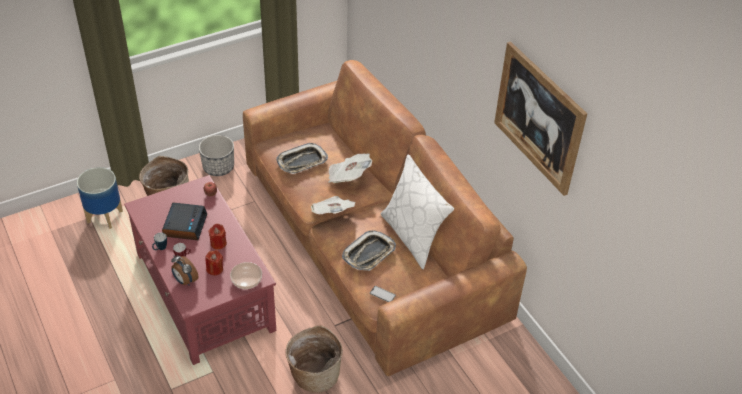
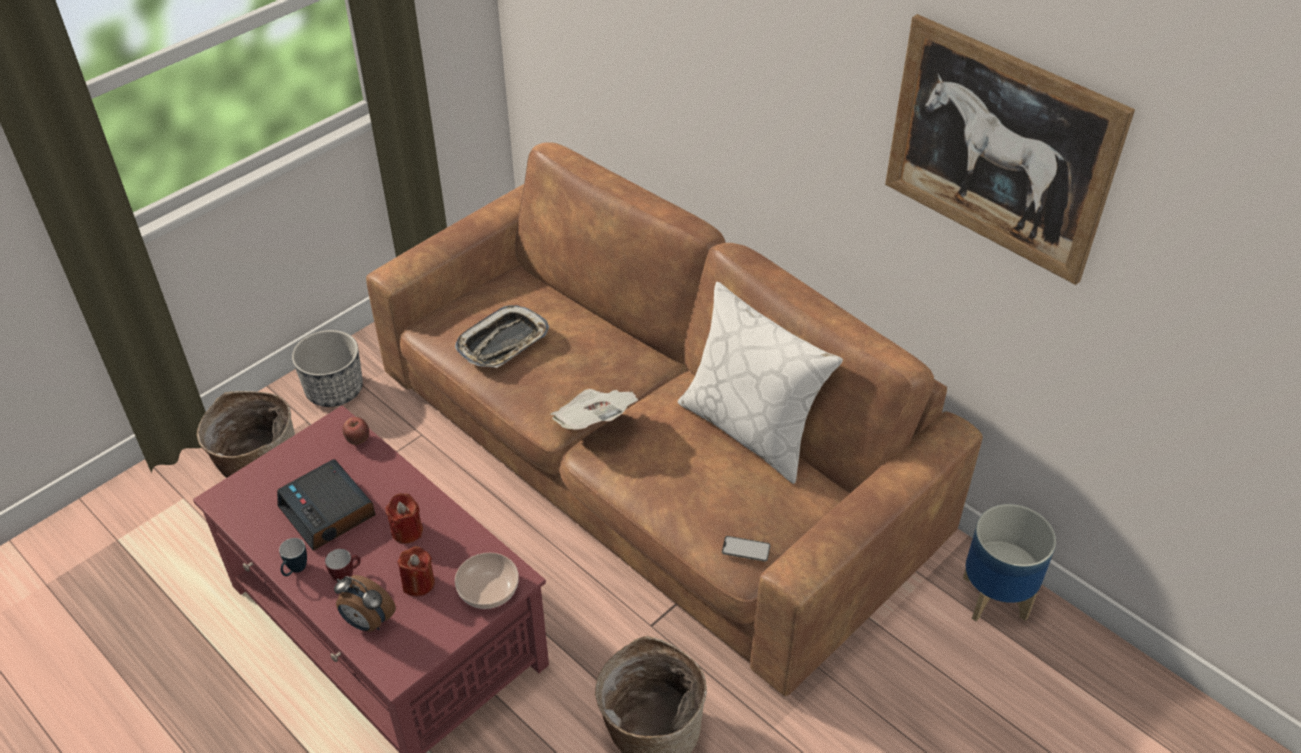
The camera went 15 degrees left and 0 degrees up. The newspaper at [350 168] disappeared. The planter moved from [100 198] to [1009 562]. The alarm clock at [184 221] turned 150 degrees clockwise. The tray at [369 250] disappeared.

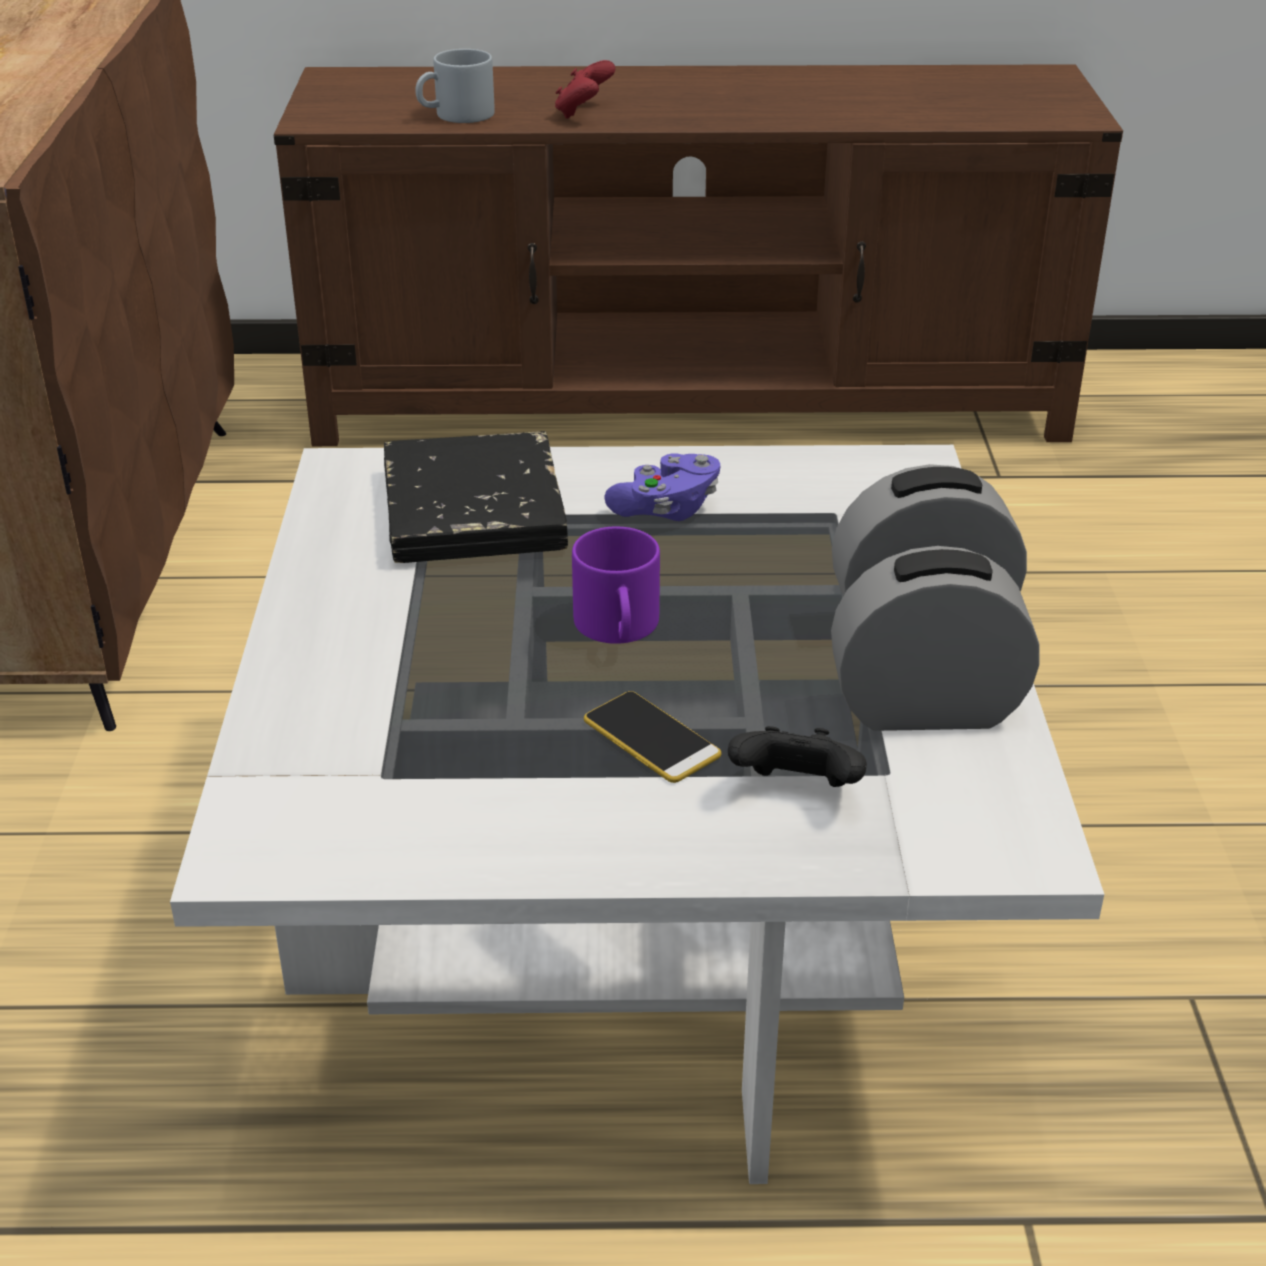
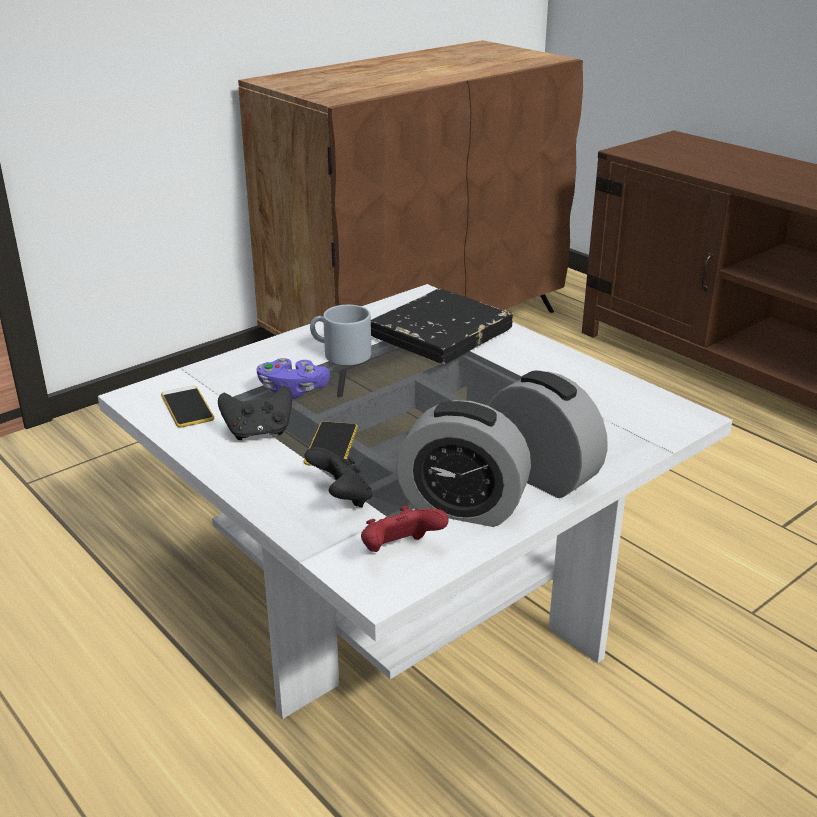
The camera went 50 degrees right and 5 degrees down. The grey mug moved from [455 86] to [340 335]. The red game controller moved from [585 89] to [405 529]. The purple game controller moved from [662 487] to [293 378]. The purple mug at [616 585] disappeared. The alarm clock at [935 638] turned 150 degrees clockwise. The phone at [187 407] appeared. The black game controller at [255 413] appeared.

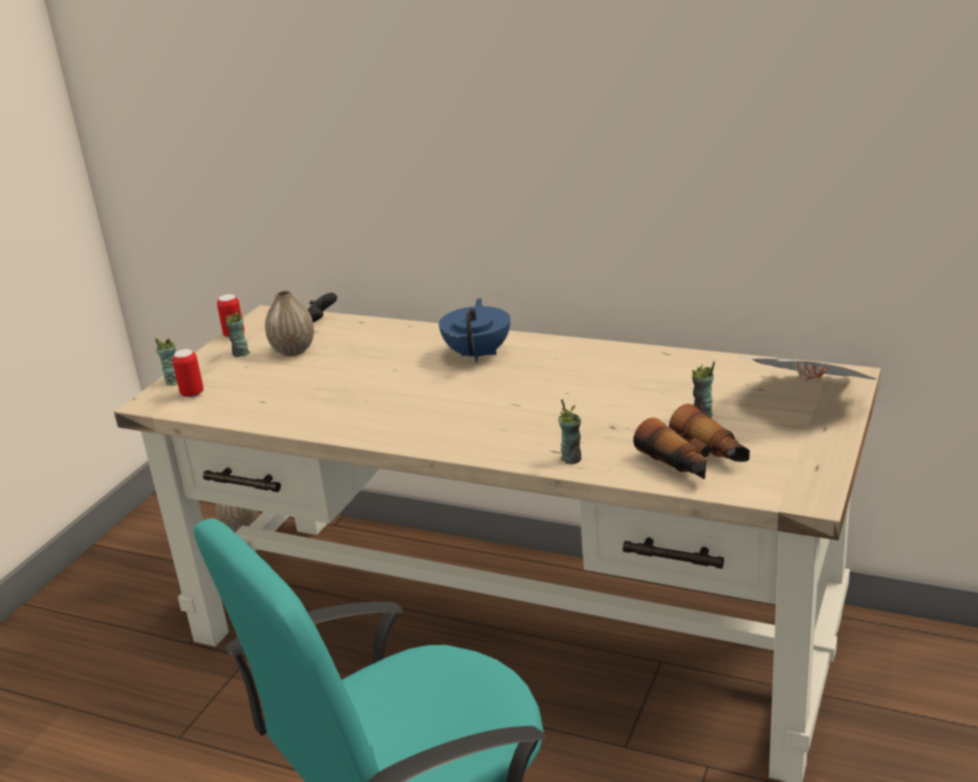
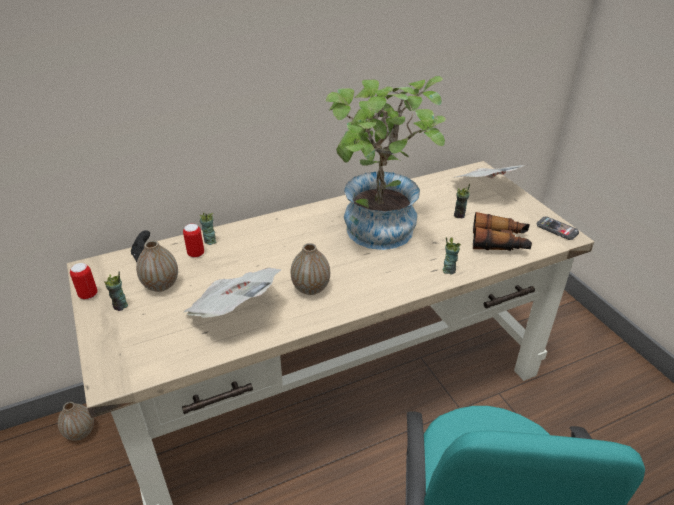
The camera went 50 degrees left and 10 degrees up. The blue teapot at [474 330] disappeared. The cup moved from [166 362] to [208 228]. The can moved from [188 373] to [193 241]. The potted plant at [386 163] appeared. The phone at [557 228] appeared. The vase at [310 269] appeared. The newspaper at [232 293] appeared.

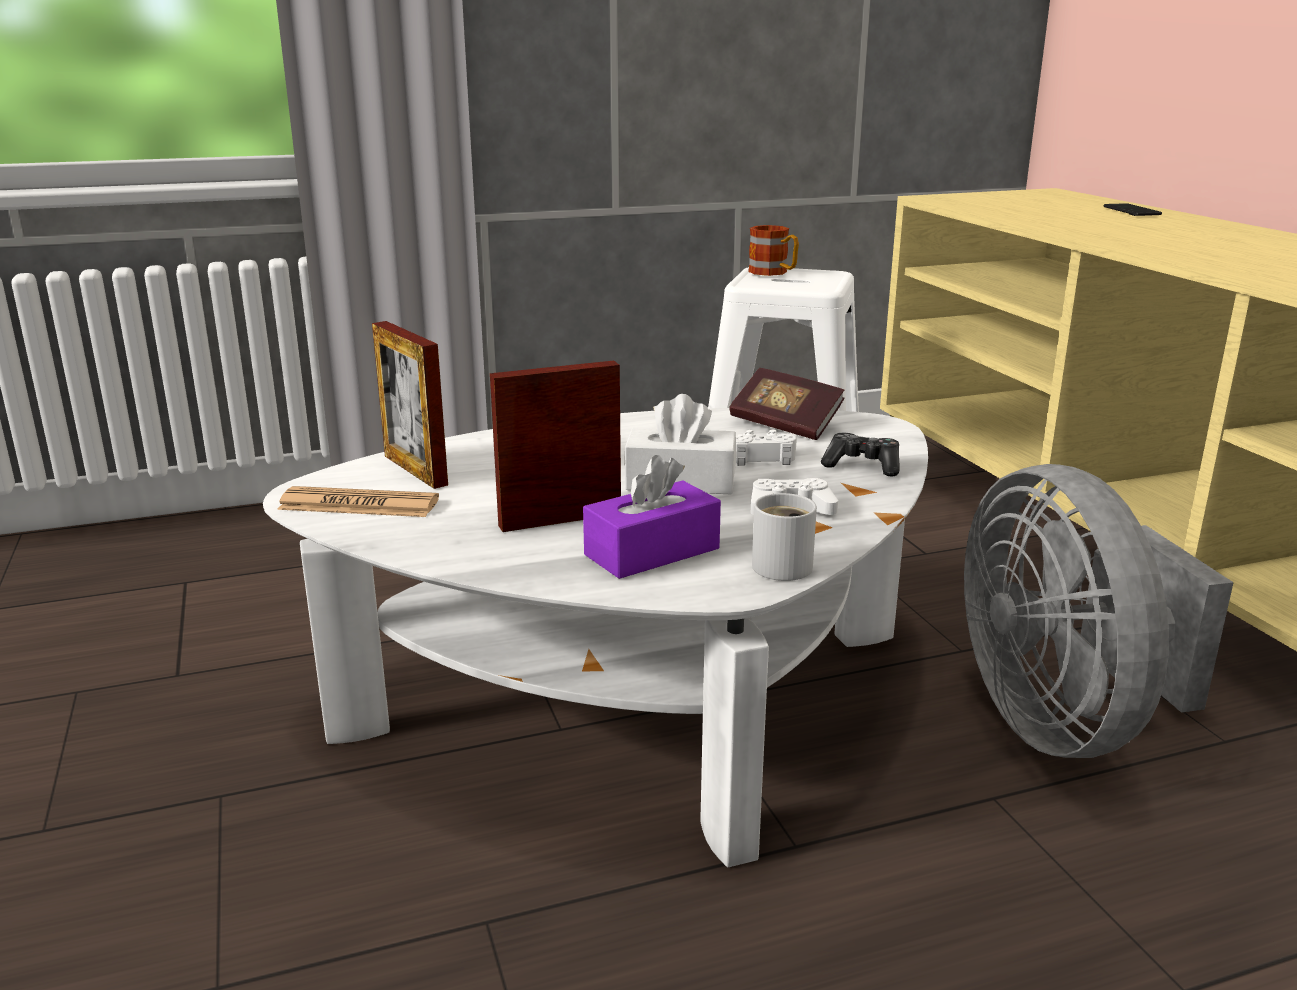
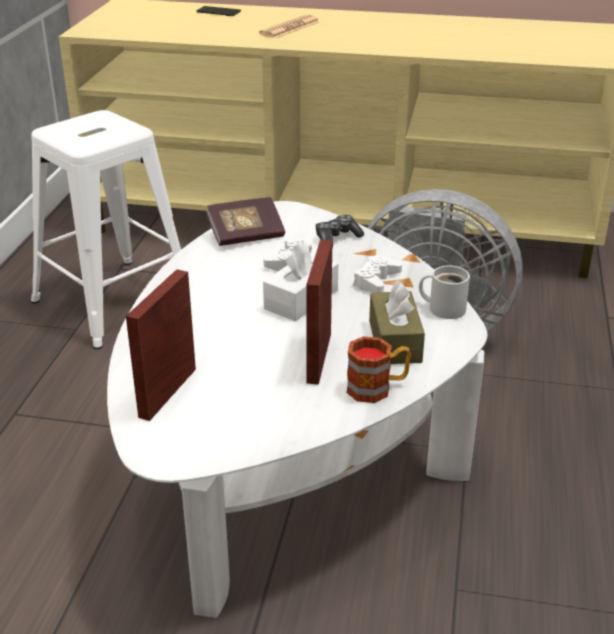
The camera went 60 degrees left and 10 degrees up. The mug moved from [773 250] to [378 369]. The picture frame at [410 405] turned 120 degrees clockwise. The purple tissue box at [652 517] became the brown tissue box at [397 322]. The newspaper moved from [358 501] to [289 26].

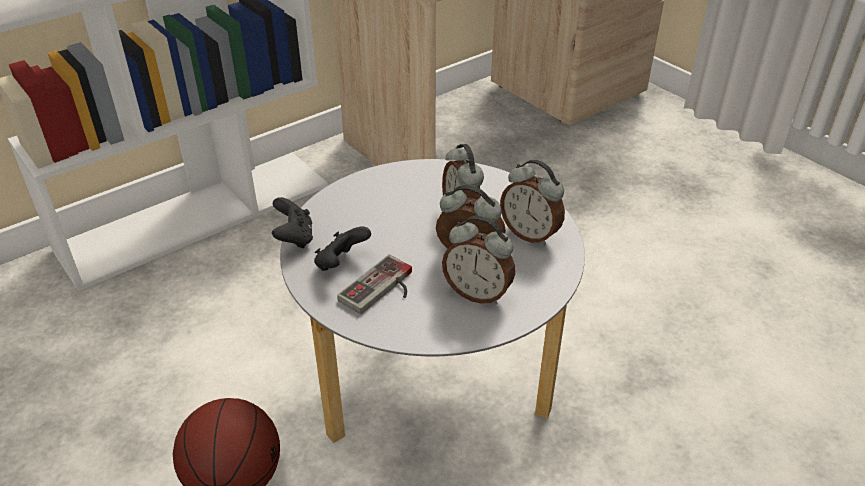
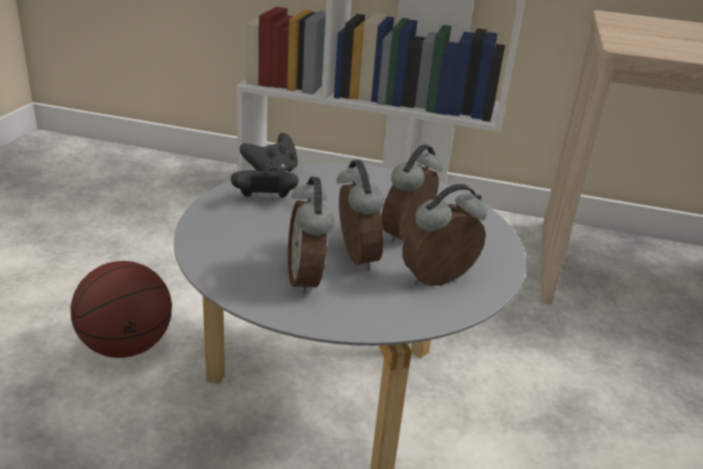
The camera went 50 degrees right and 10 degrees down. The alarm clock at [532 202] turned 60 degrees clockwise. The game controller at [374 284] disappeared.

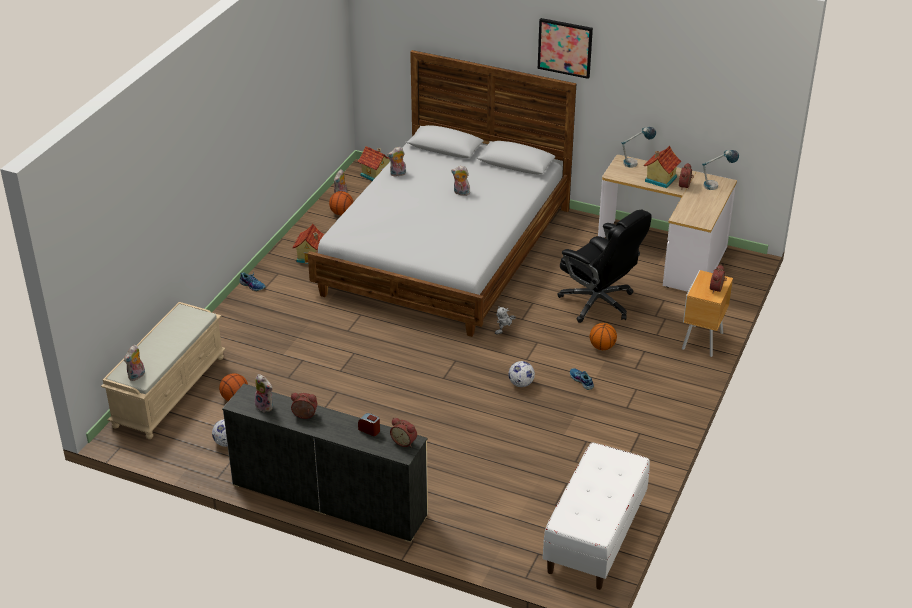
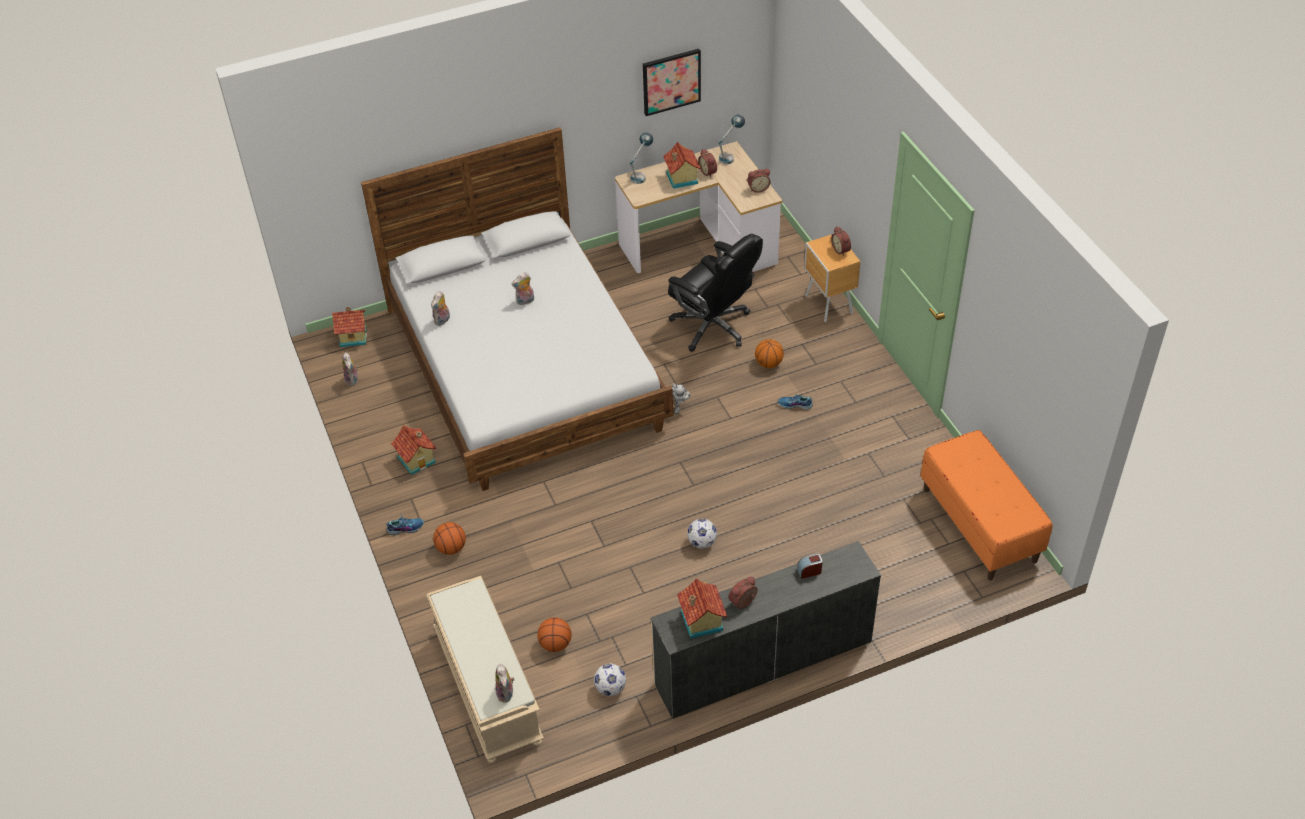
The camera went 45 degrees left and 10 degrees up. The picture moved from [565 48] to [672 82]. The basketball moved from [341 203] to [449 538]. The black office chair at [604 266] turned 45 degrees clockwise. The football moved from [521 374] to [702 534]. The plush toy at [264 393] was replaced by the toy house at [702 608]. The alarm clock moved from [403 432] to [758 181]. The white bench at [596 516] became the orange bench at [987 505].

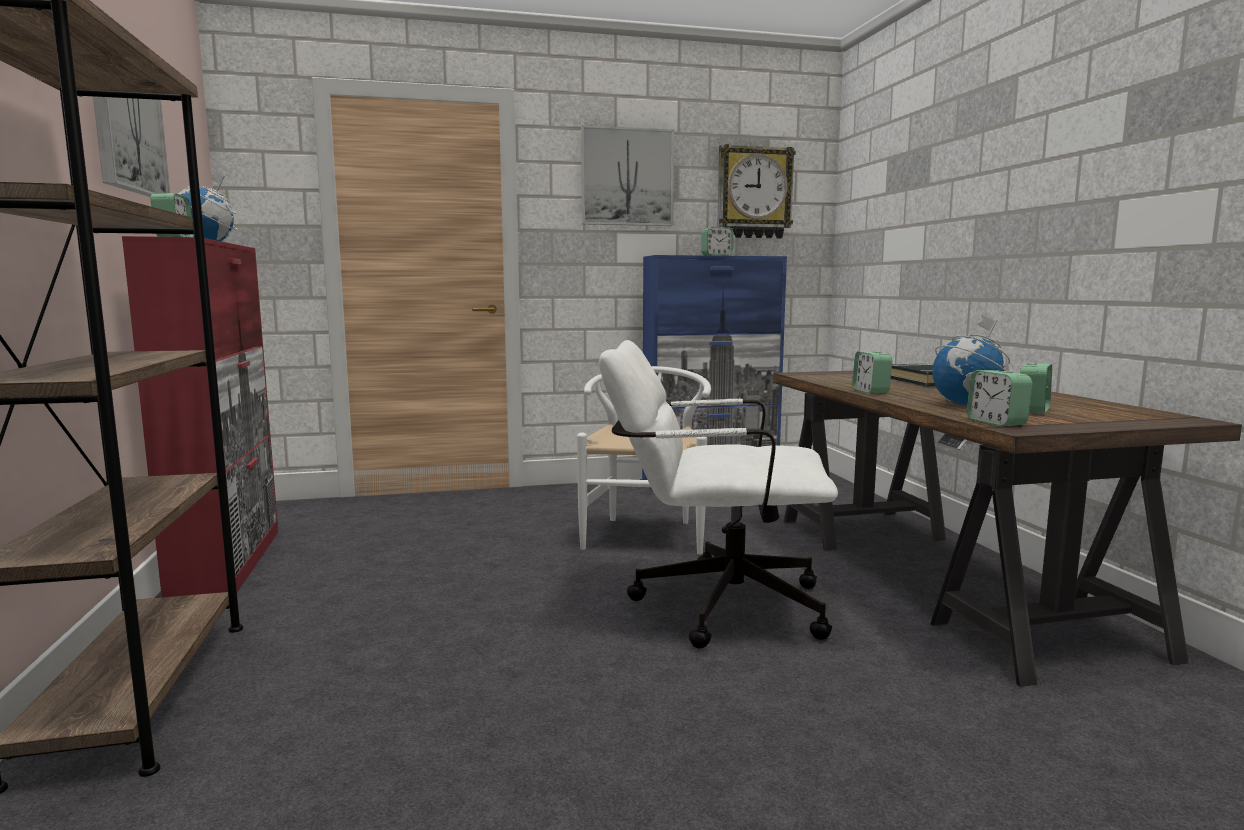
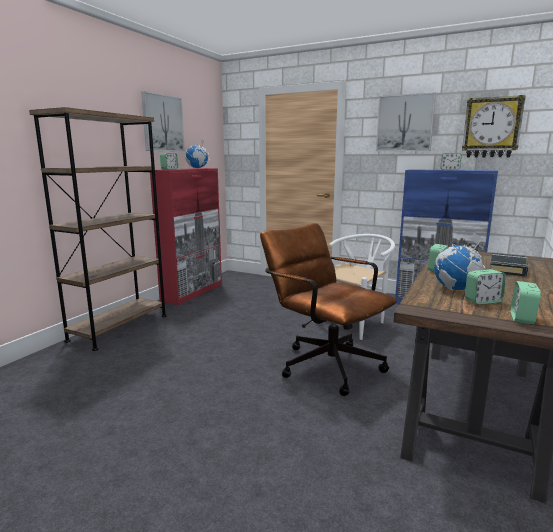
The camera went 40 degrees right and 5 degrees up. The white office chair at [718 494] became the brown office chair at [328 309]. The alarm clock moved from [999 398] to [525 302].

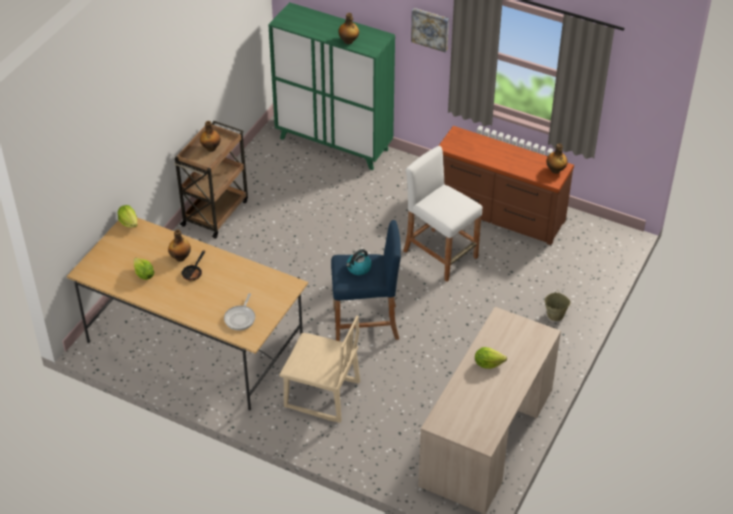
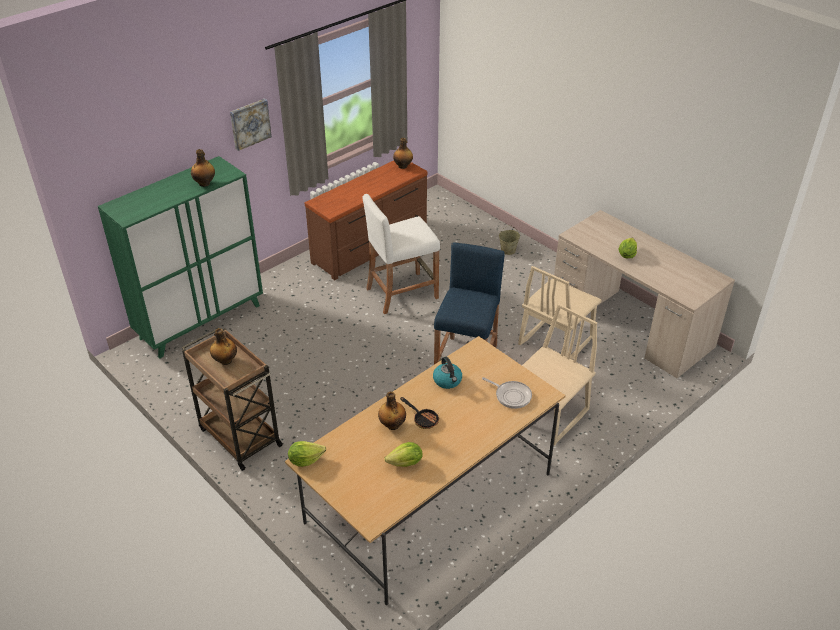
The camera went 70 degrees left and 5 degrees down. The kettle moved from [359 262] to [447 373]. The beige chair at [560 313] appeared.

